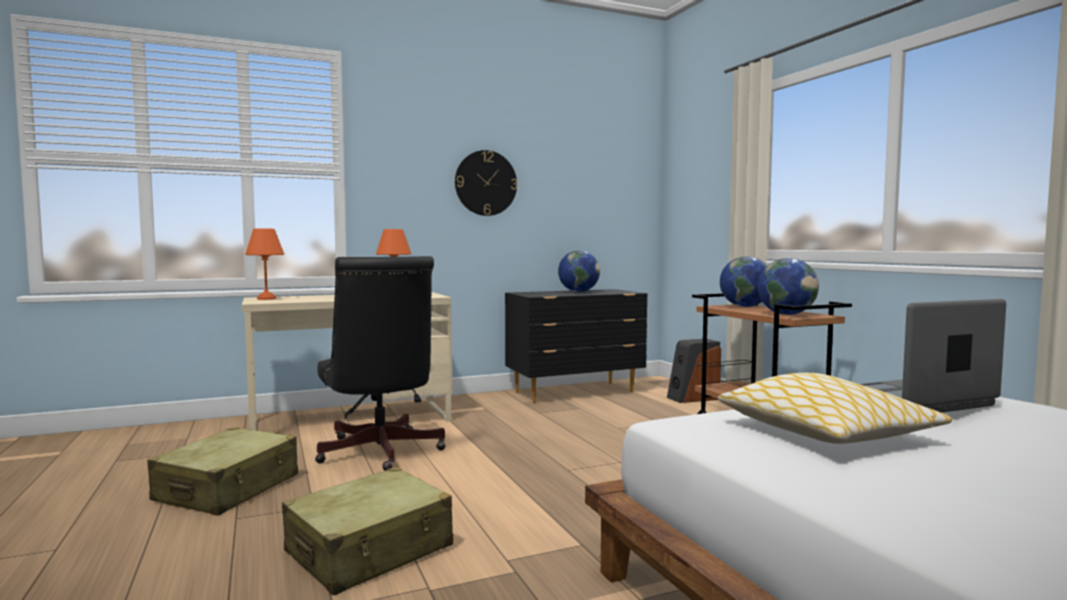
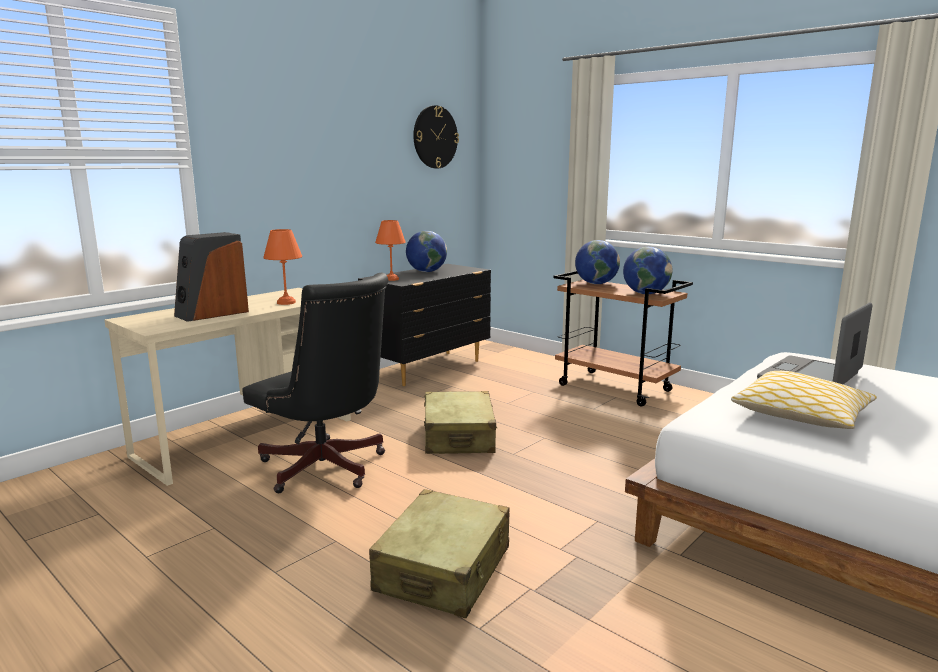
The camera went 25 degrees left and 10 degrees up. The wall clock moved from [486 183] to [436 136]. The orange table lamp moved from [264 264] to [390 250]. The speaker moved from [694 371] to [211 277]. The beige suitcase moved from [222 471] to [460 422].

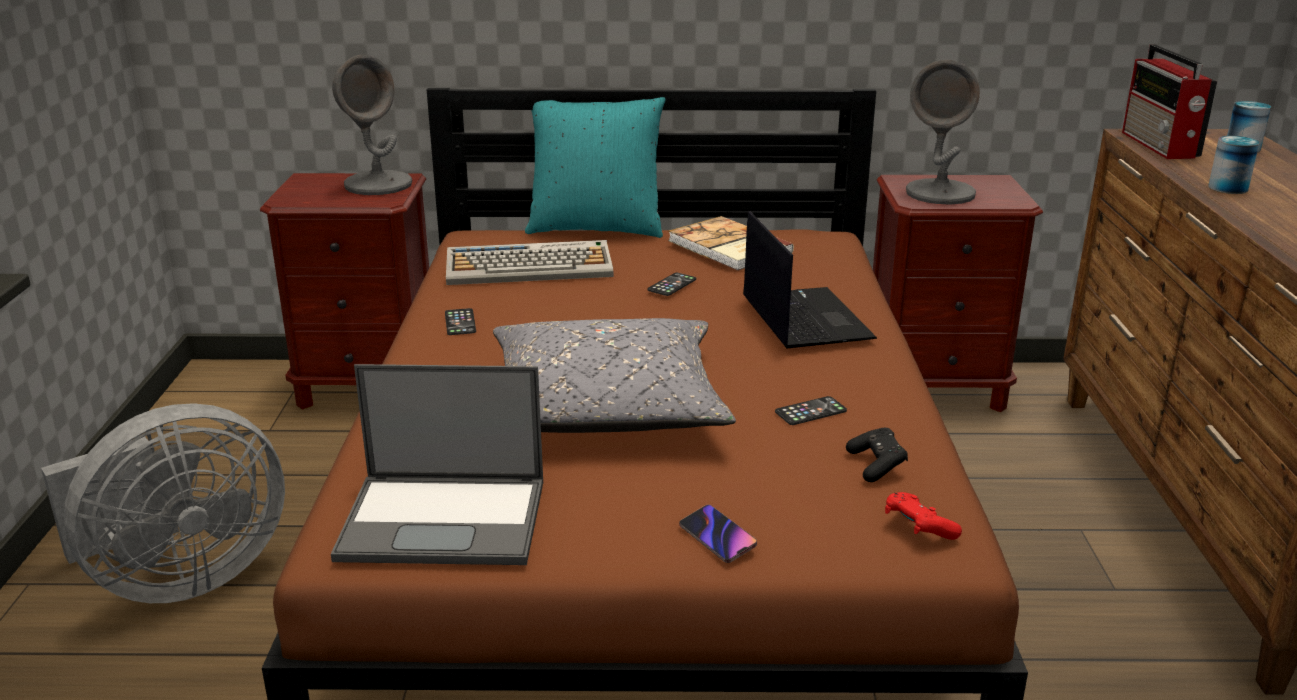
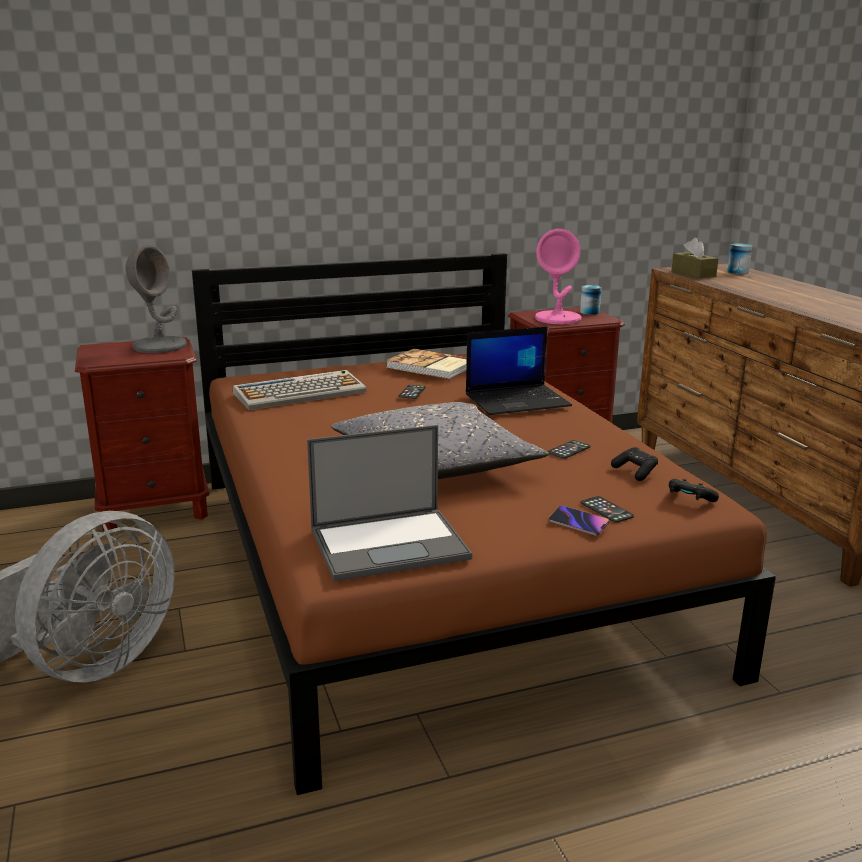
The camera went 20 degrees left and 5 degrees down. The radio at [1169 101] was replaced by the brown tissue box at [694 258]. The grey table lamp at [943 132] became the pink table lamp at [558 276]. The turquoise pillow at [595 167] disappeared. The can moved from [1233 165] to [591 300]. The laptop at [810 280] turned 105 degrees clockwise. The phone moved from [460 321] to [607 509]. The red game controller at [923 516] became the black game controller at [694 490].

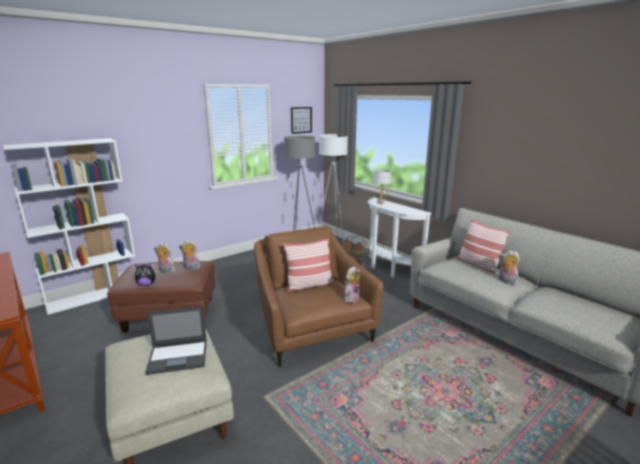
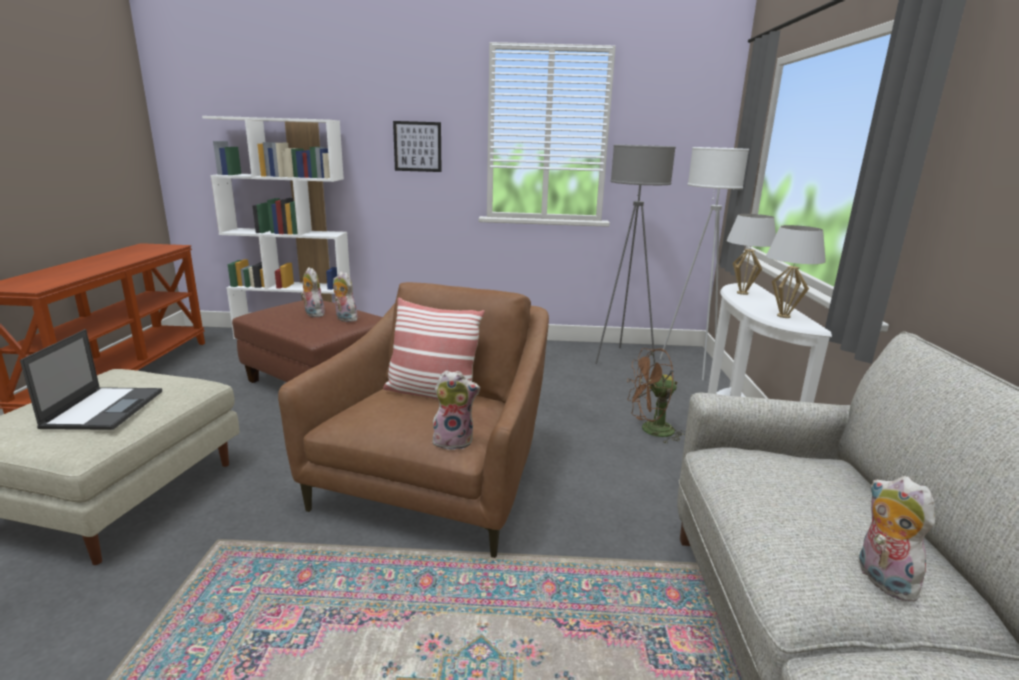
The camera went 40 degrees right and 0 degrees up. The picture moved from [301 120] to [417 146]. The pillow at [484 246] disappeared. The plush toy at [146 274] disappeared. The laptop at [176 340] turned 120 degrees counterclockwise. The white table lamp at [796 271] appeared.

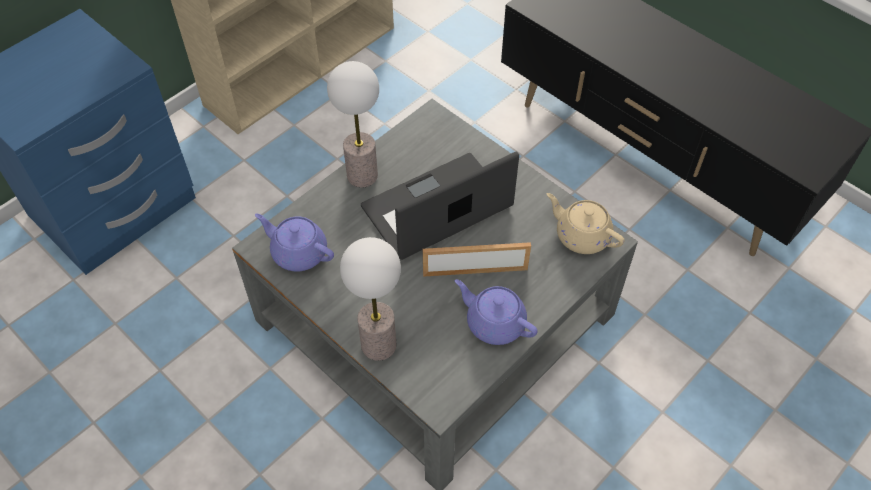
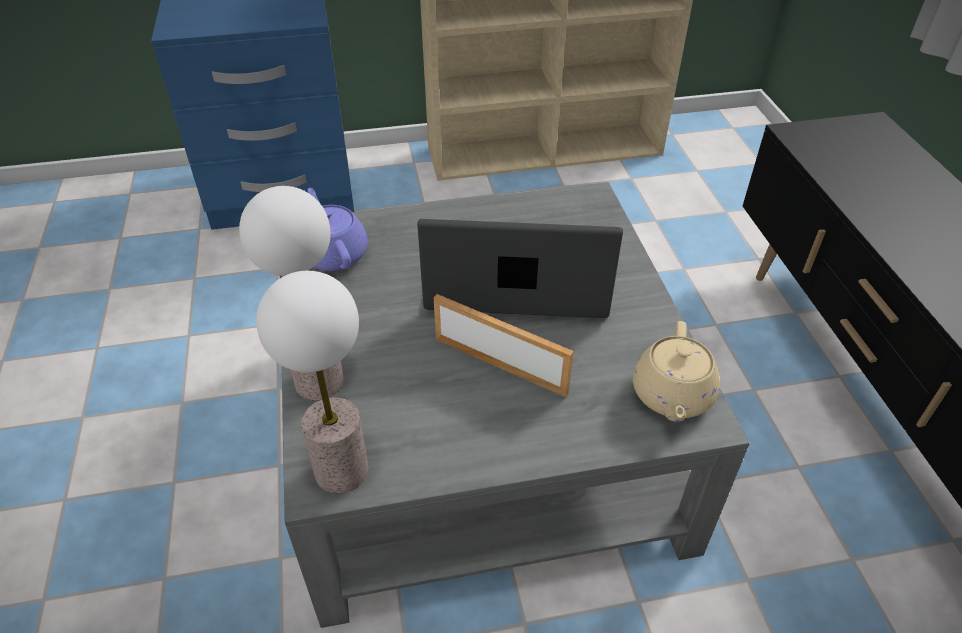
The camera went 35 degrees right and 10 degrees down. The table lamp moved from [353 124] to [312 382]. The beige teapot at [586 223] turned 150 degrees counterclockwise. The purple teapot at [496 312] disappeared.

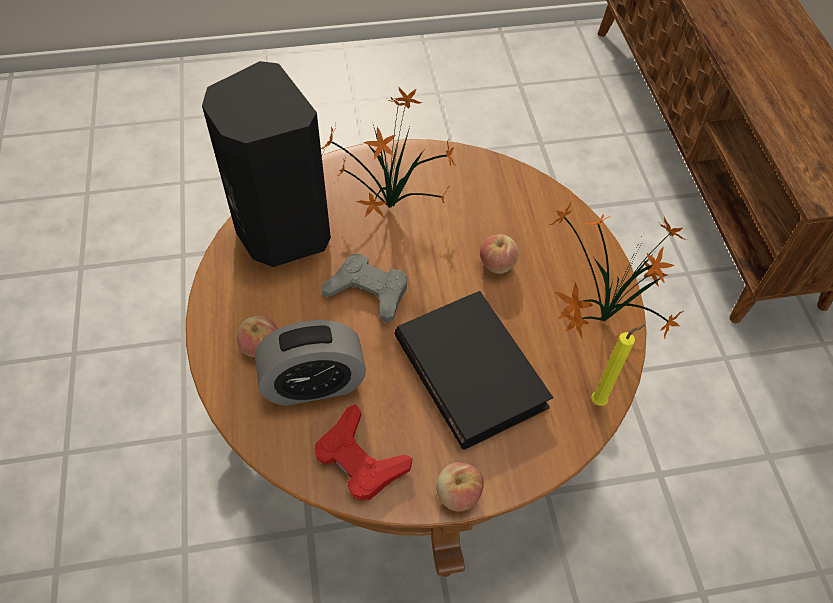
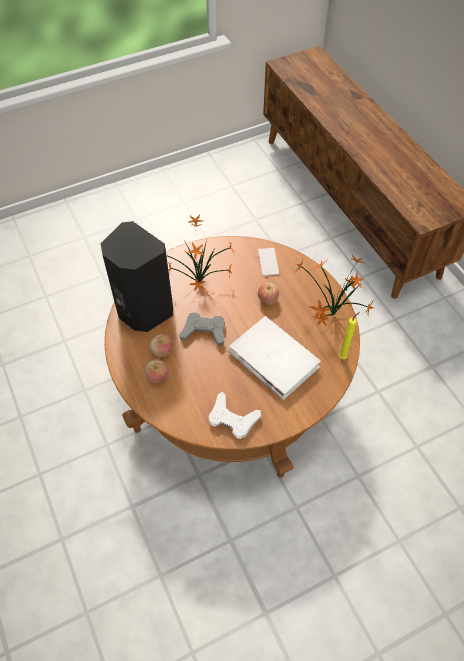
The camera went 15 degrees left and 0 degrees up. The black book at [473 370] became the white book at [274 358]. The alarm clock at [310 363] disappeared. The red game controller at [363 452] became the white game controller at [235 415]. The apple moved from [460 487] to [161 345]. The phone at [268 262] appeared.

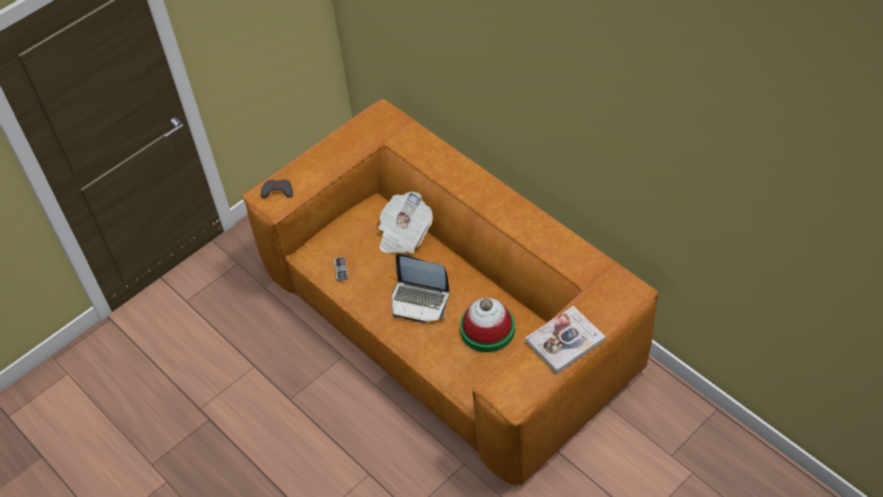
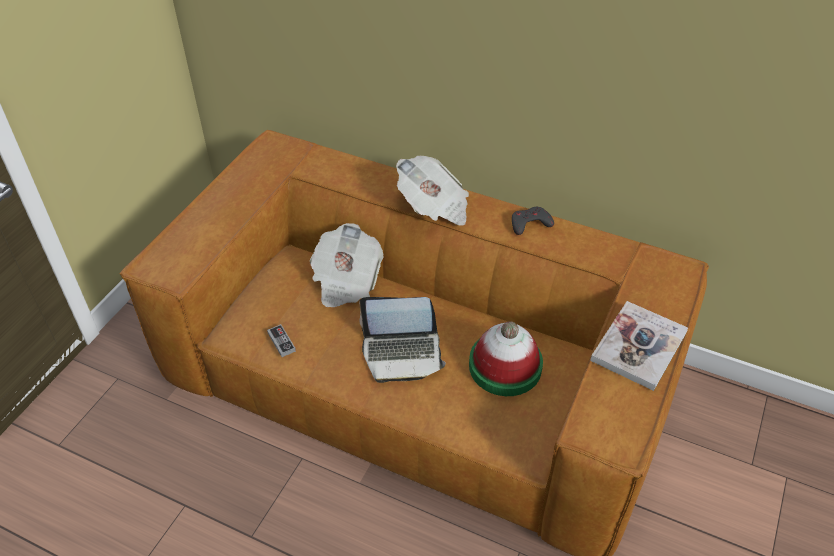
The camera went 25 degrees left and 5 degrees down. The grey game controller moved from [277 188] to [533 221]. The newspaper at [432 191] appeared.

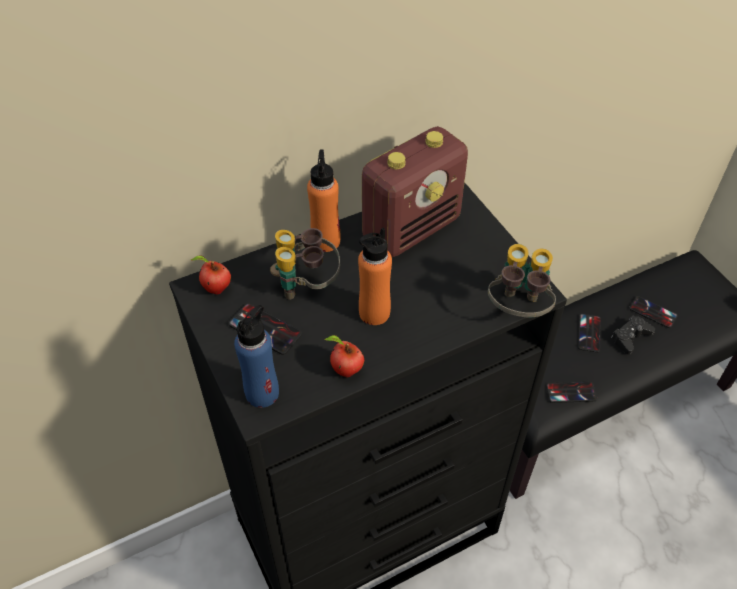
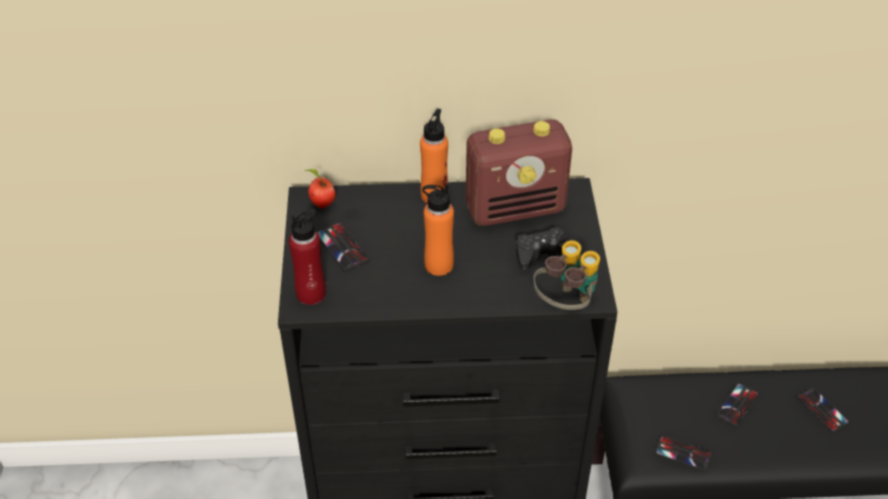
The camera went 25 degrees right and 5 degrees down. The binoculars at [305 264] disappeared. The blue bottle at [256 356] became the red bottle at [307 257]. The black game controller moved from [633 335] to [543 248]. The apple at [344 356] disappeared.

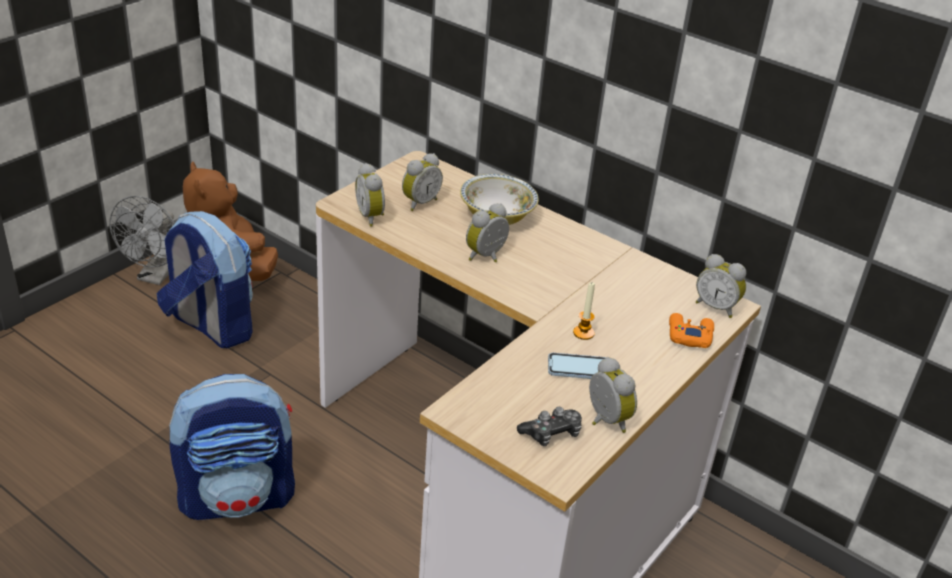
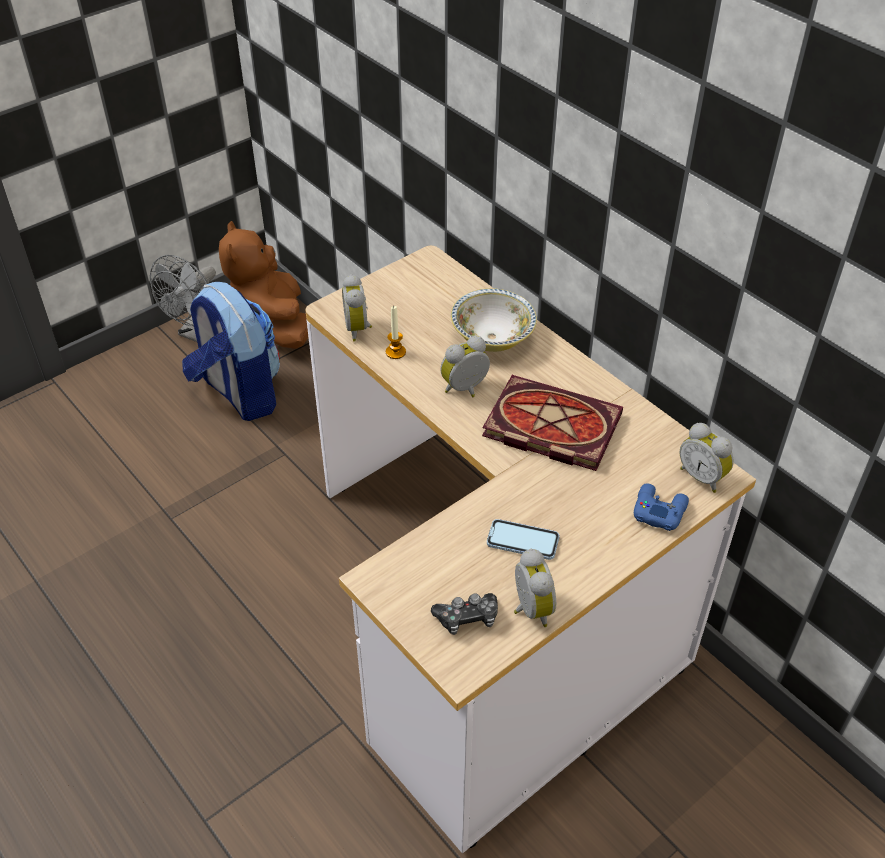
The camera went 15 degrees right and 10 degrees up. The alarm clock at [422 182] disappeared. The candle moved from [584 311] to [396 332]. The orange game controller at [691 330] became the blue game controller at [661 507]. The backpack at [232 447] disappeared. The book at [552 423] appeared.

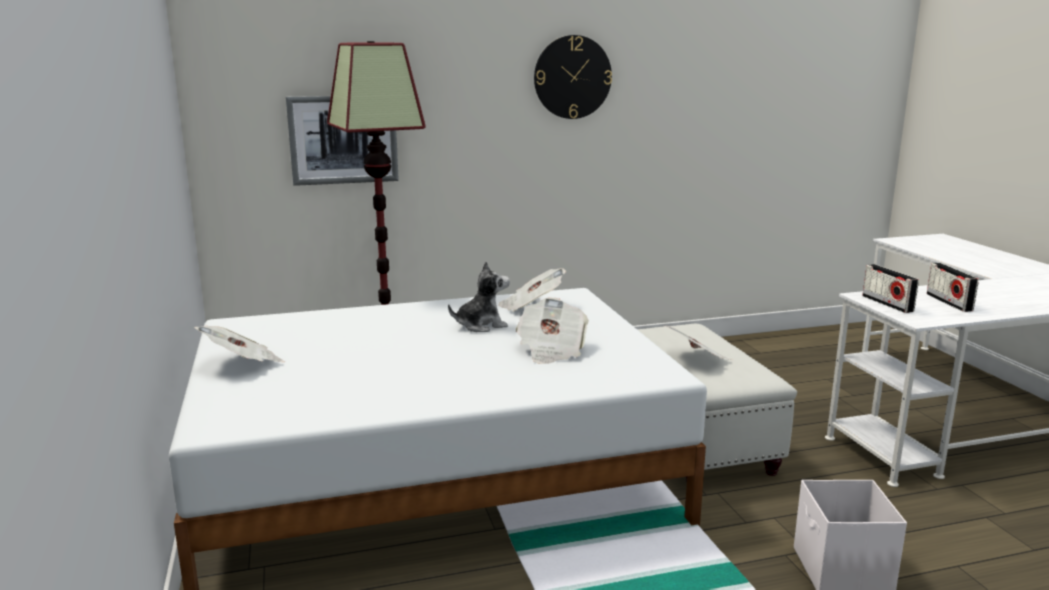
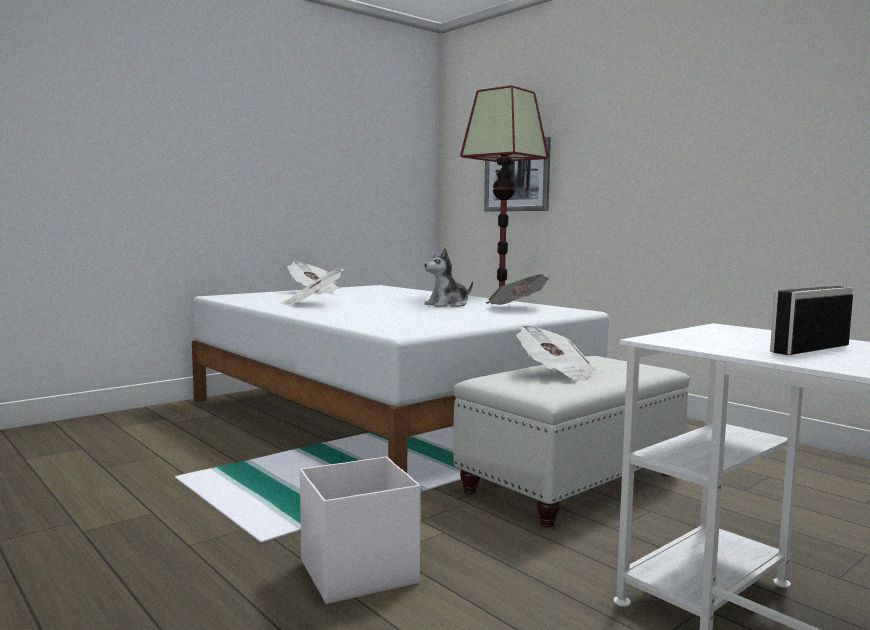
The camera went 65 degrees right and 10 degrees down. The wall clock at [573 77] disappeared. The plush toy at [479 296] turned 105 degrees clockwise. The radio at [890 288] disappeared. The newspaper moved from [552 330] to [312 286].

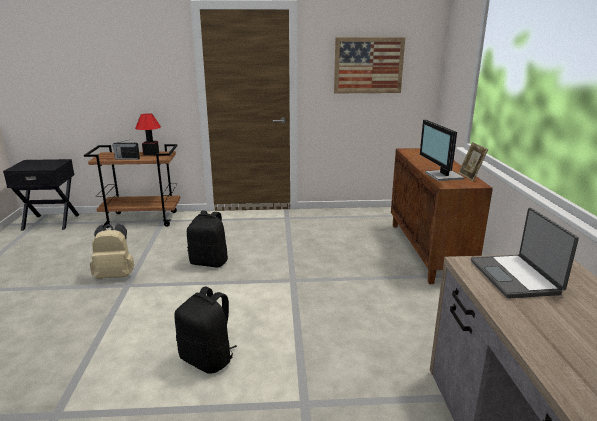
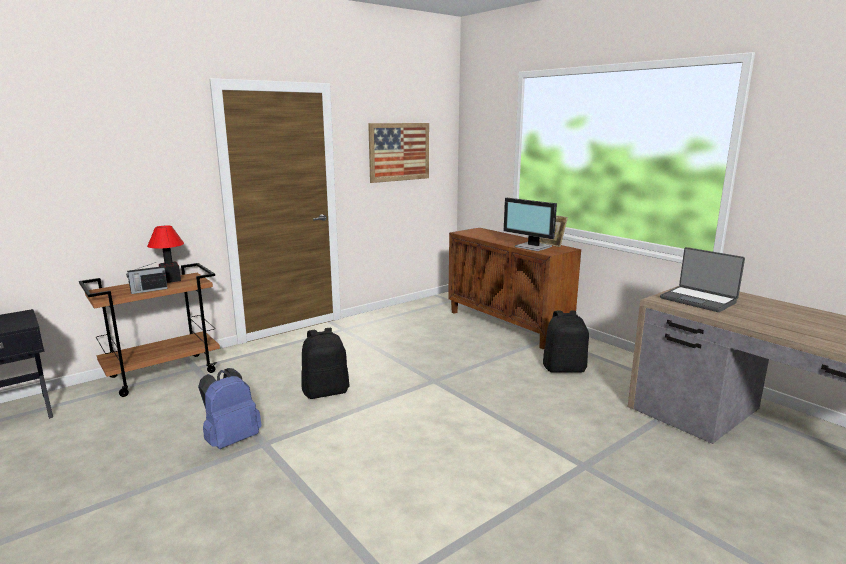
The camera went 35 degrees left and 5 degrees down. The beige backpack at [112 251] became the blue backpack at [230 408]. The black backpack moved from [205 330] to [566 342].

